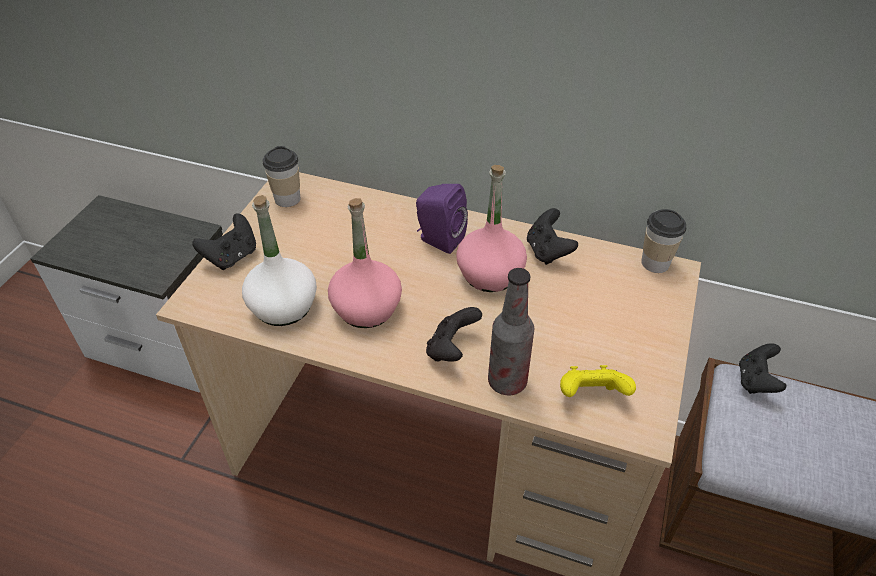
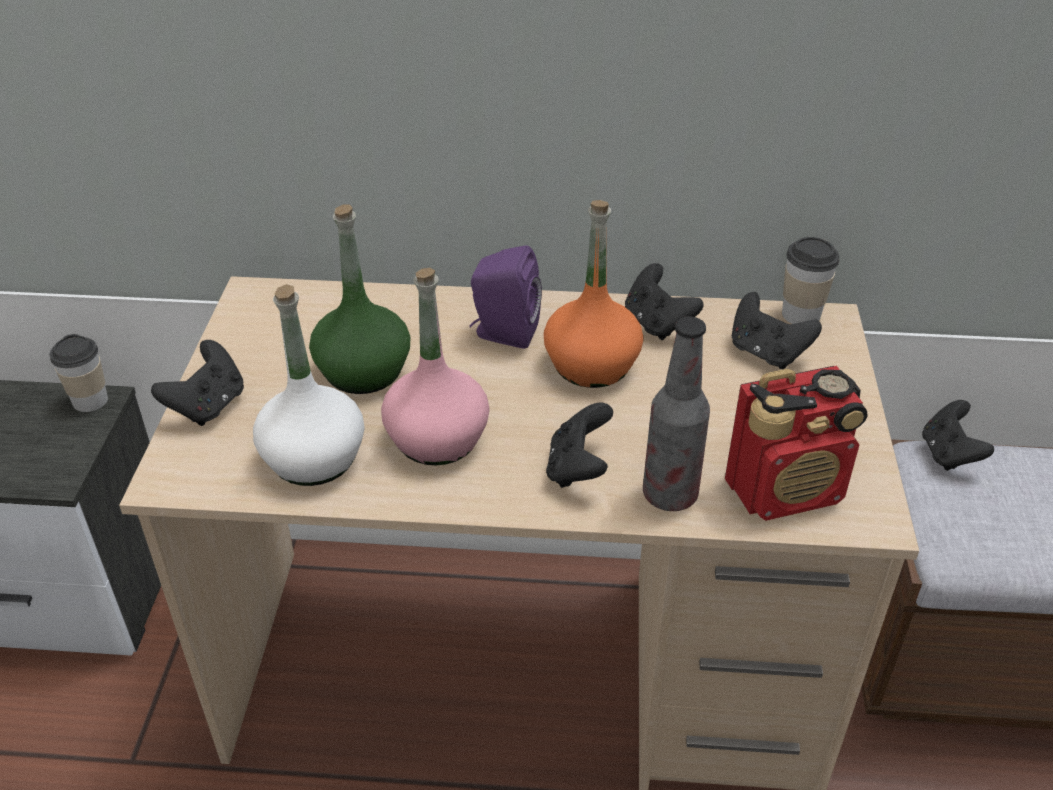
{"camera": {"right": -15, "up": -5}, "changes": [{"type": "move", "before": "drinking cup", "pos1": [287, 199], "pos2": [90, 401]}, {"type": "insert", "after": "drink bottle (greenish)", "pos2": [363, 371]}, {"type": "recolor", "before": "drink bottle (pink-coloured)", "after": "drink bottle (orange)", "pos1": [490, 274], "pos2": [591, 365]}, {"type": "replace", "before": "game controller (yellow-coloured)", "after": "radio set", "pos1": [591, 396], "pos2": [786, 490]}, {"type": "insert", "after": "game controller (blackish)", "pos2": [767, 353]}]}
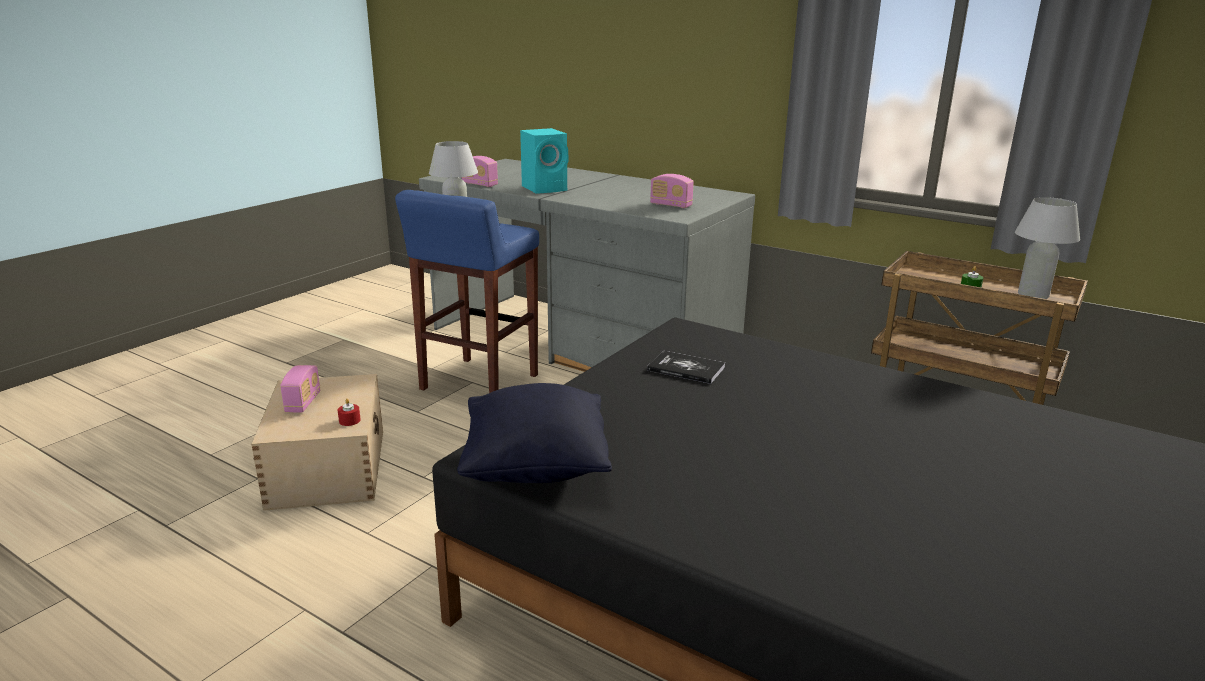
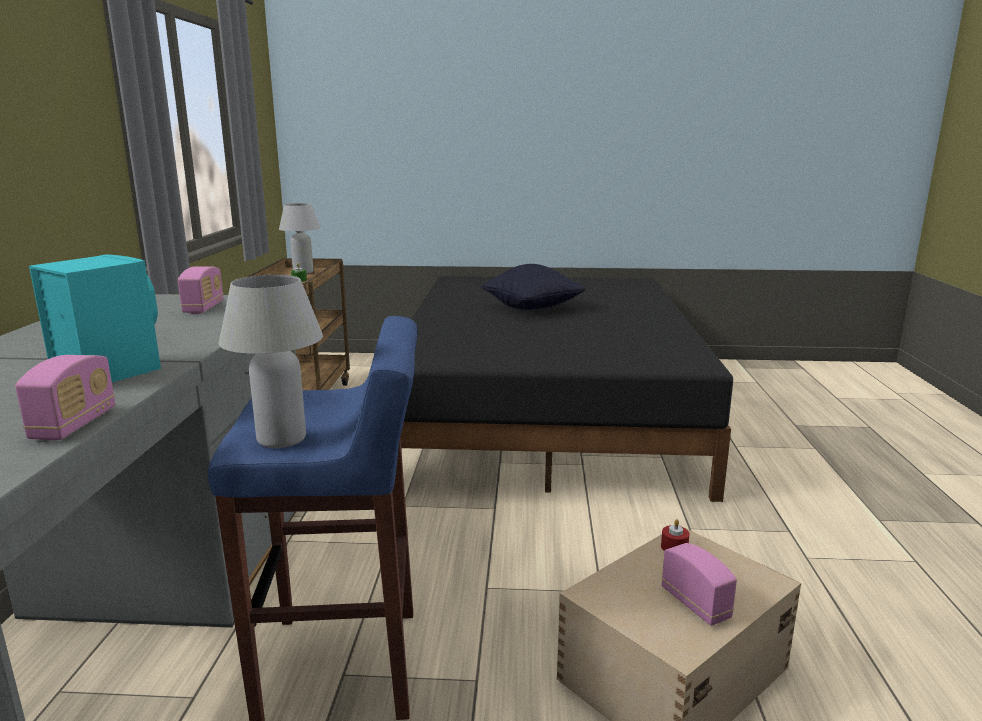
{"camera": {"right": -120, "up": -5}, "changes": [{"type": "move", "before": "throw pillow (blackish)", "pos1": [535, 467], "pos2": [532, 308]}, {"type": "rotate", "before": "radio set", "pos1": [303, 403], "pos2": [695, 603], "turn": 90}, {"type": "delete", "before": "book", "pos1": [686, 369]}]}
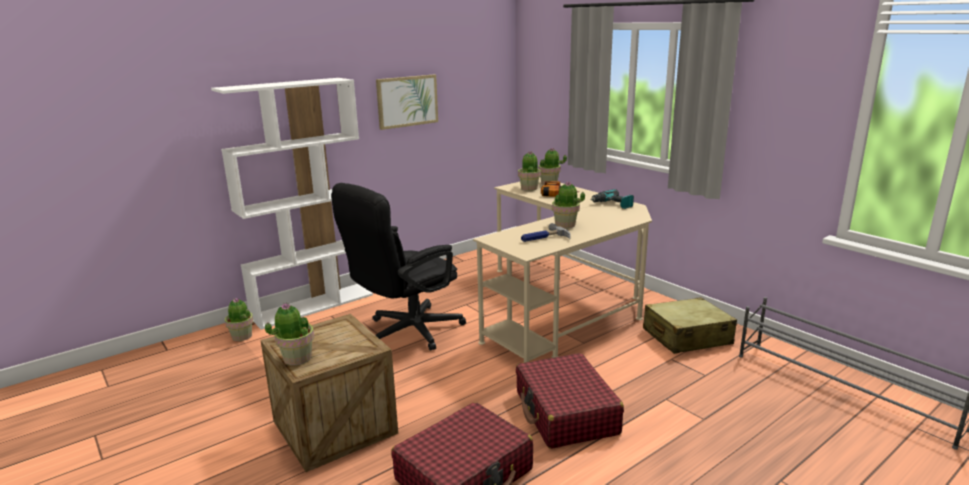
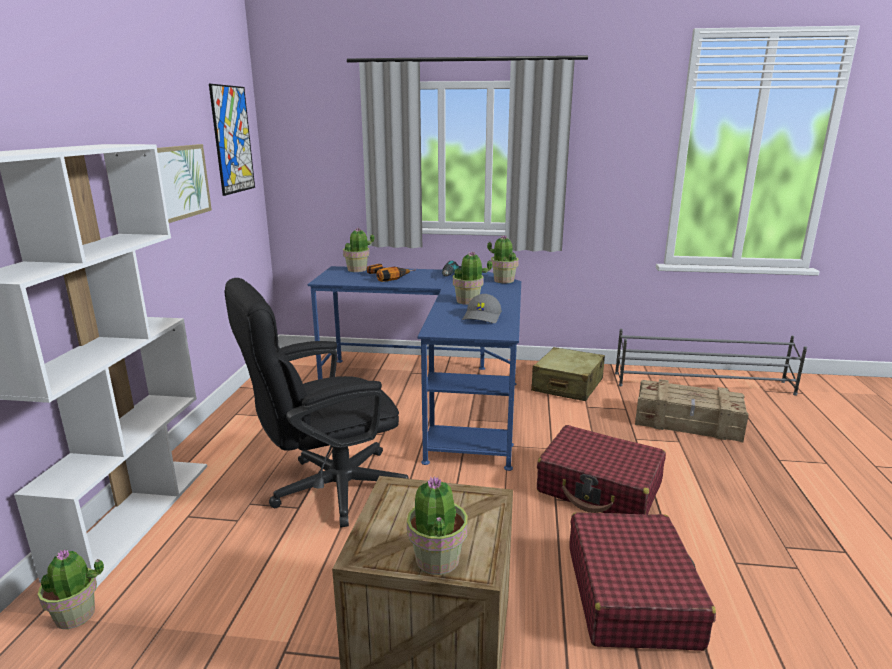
{"camera": {"right": -45, "up": 0}, "changes": [{"type": "insert", "after": "picture", "pos2": [232, 139]}, {"type": "rotate", "before": "desk chair (blackish)", "pos1": [406, 333], "pos2": [327, 490], "turn": 60}, {"type": "recolor", "before": "desk table (beige-coloured)", "after": "desk table (bluish)", "pos1": [562, 305], "pos2": [435, 396]}, {"type": "replace", "before": "hand hammer", "after": "baseball cap (gray)", "pos1": [544, 239], "pos2": [482, 317]}, {"type": "move", "before": "potted plant", "pos1": [529, 188], "pos2": [503, 280]}, {"type": "insert", "after": "crate", "pos2": [688, 423]}]}
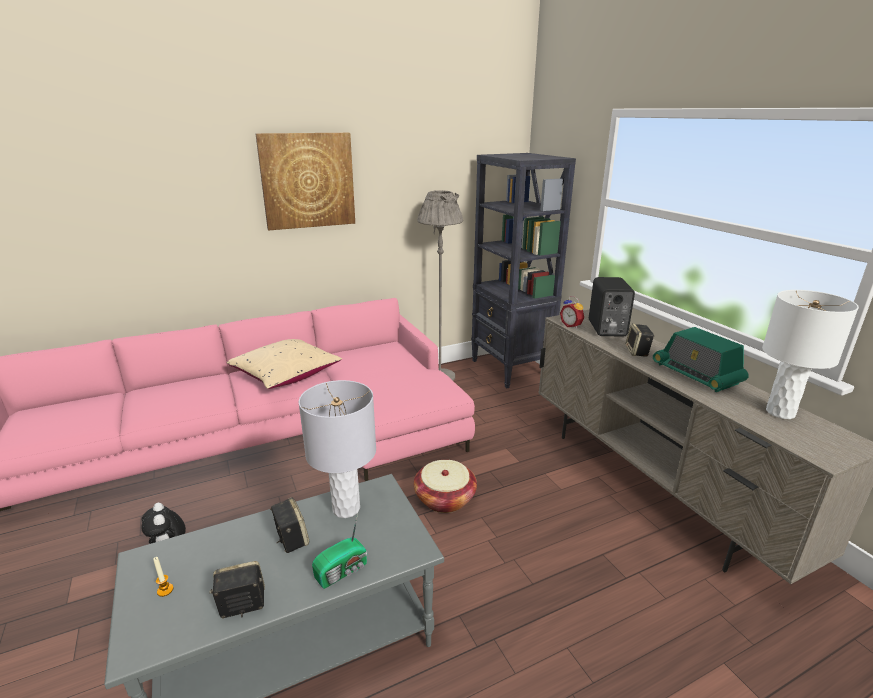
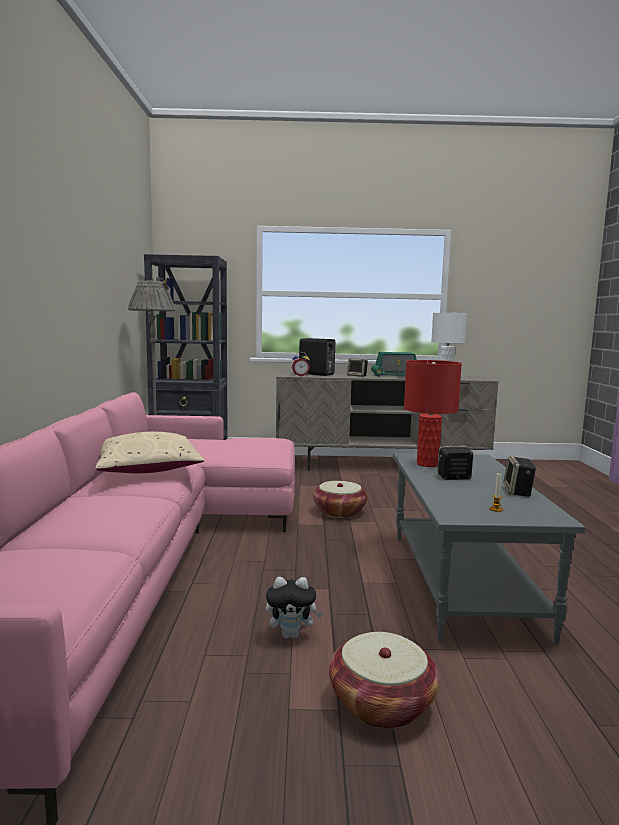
{"camera": {"right": -65, "up": -15}, "changes": [{"type": "insert", "after": "storage basket", "pos2": [382, 703]}, {"type": "recolor", "before": "table lamp (gray)", "after": "table lamp (red-coloured)", "pos1": [346, 509], "pos2": [427, 464]}, {"type": "delete", "before": "picture", "pos1": [308, 181]}, {"type": "delete", "before": "radio set", "pos1": [343, 571]}]}
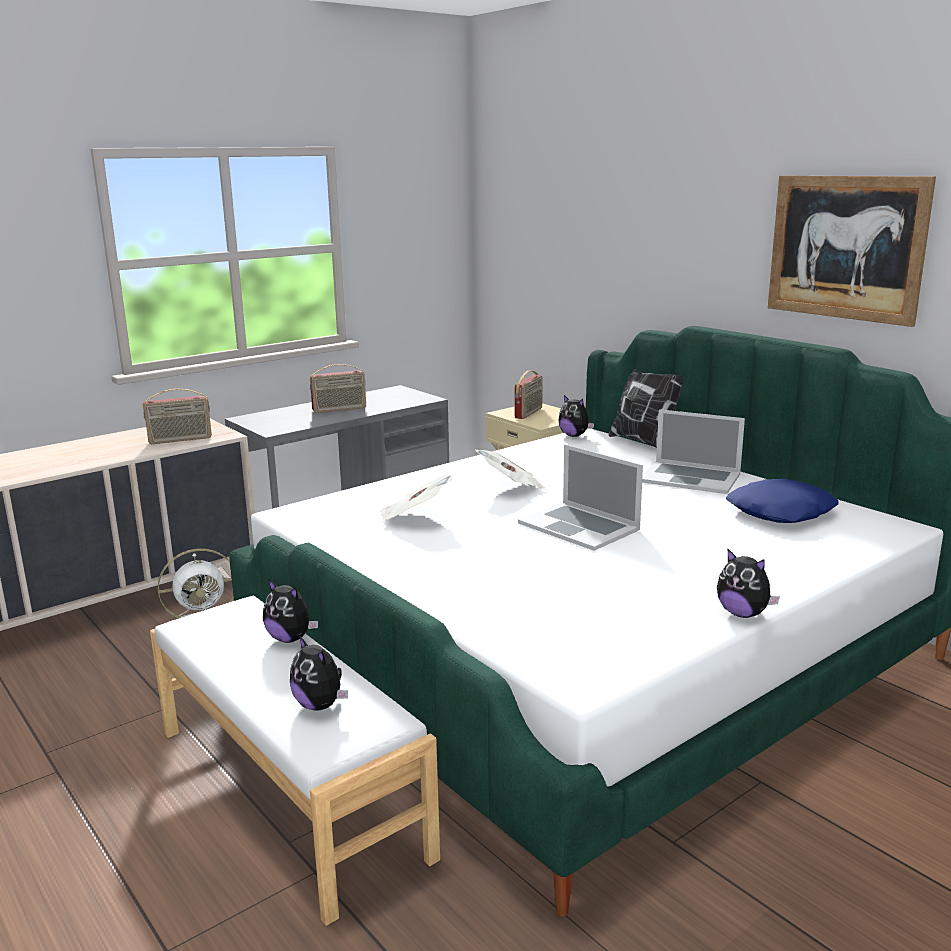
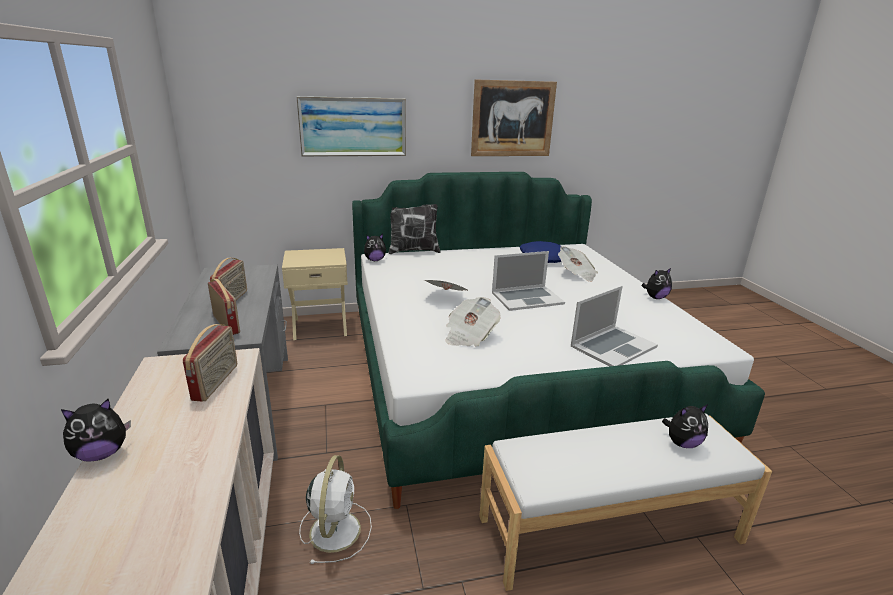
{"camera": {"right": -65, "up": 5}, "changes": [{"type": "move", "before": "plush toy", "pos1": [290, 638], "pos2": [102, 454]}, {"type": "move", "before": "radio set", "pos1": [529, 413], "pos2": [227, 324]}, {"type": "insert", "after": "picture", "pos2": [353, 127]}, {"type": "insert", "after": "daily paper", "pos2": [576, 274]}, {"type": "move", "before": "portable computer", "pos1": [690, 478], "pos2": [613, 346]}]}
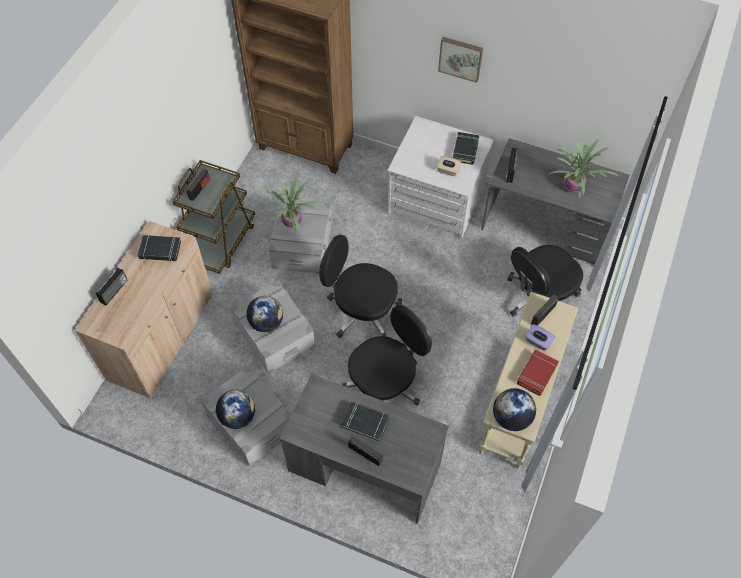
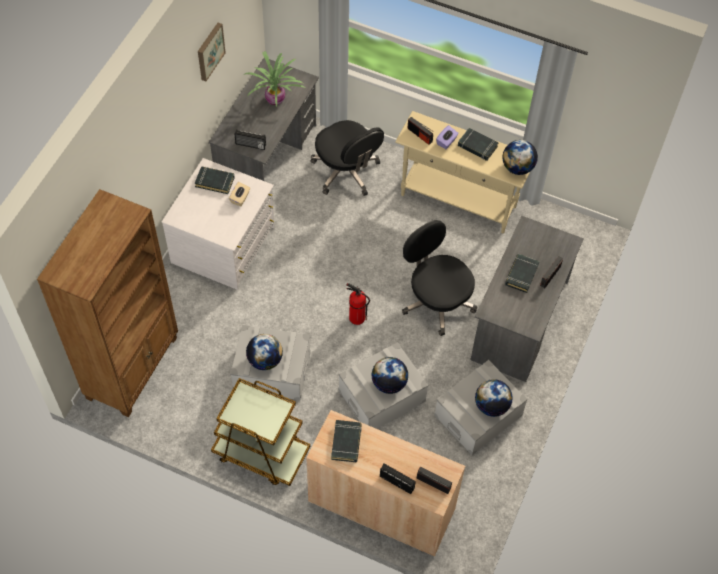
{"camera": {"right": -90, "up": 0}, "changes": [{"type": "move", "before": "picture", "pos1": [461, 58], "pos2": [209, 51]}, {"type": "replace", "before": "potted plant", "after": "desk globe", "pos1": [293, 222], "pos2": [265, 360]}, {"type": "replace", "before": "desk chair (blackish)", "after": "fire extinguisher", "pos1": [361, 311], "pos2": [356, 317]}, {"type": "move", "before": "radio set", "pos1": [199, 189], "pos2": [433, 483]}, {"type": "recolor", "before": "book (red-coloured)", "after": "book (blackish)", "pos1": [536, 374], "pos2": [477, 146]}]}
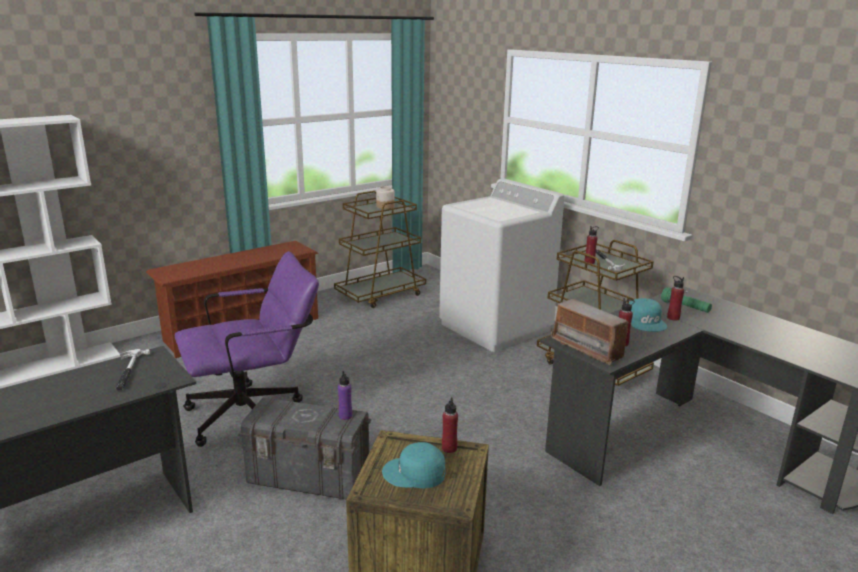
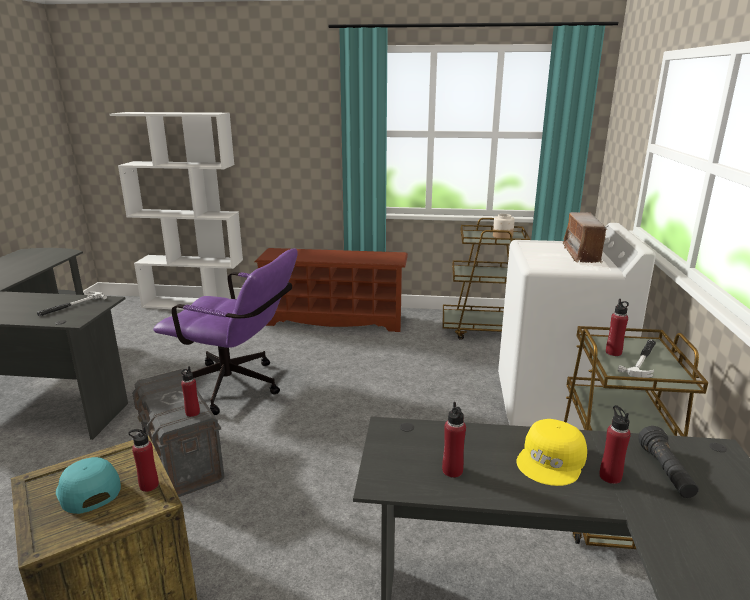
{"camera": {"right": 45, "up": 0}, "changes": [{"type": "recolor", "before": "drink bottle (purplish)", "after": "drink bottle (red-coloured)", "pos1": [345, 416], "pos2": [192, 413]}, {"type": "recolor", "before": "baseball cap (turquoise)", "after": "baseball cap (yellow-coloured)", "pos1": [645, 321], "pos2": [552, 460]}, {"type": "move", "before": "radio set", "pos1": [588, 348], "pos2": [582, 254]}, {"type": "recolor", "before": "flashlight (greenish)", "after": "flashlight (blackish)", "pos1": [685, 308], "pos2": [666, 472]}]}
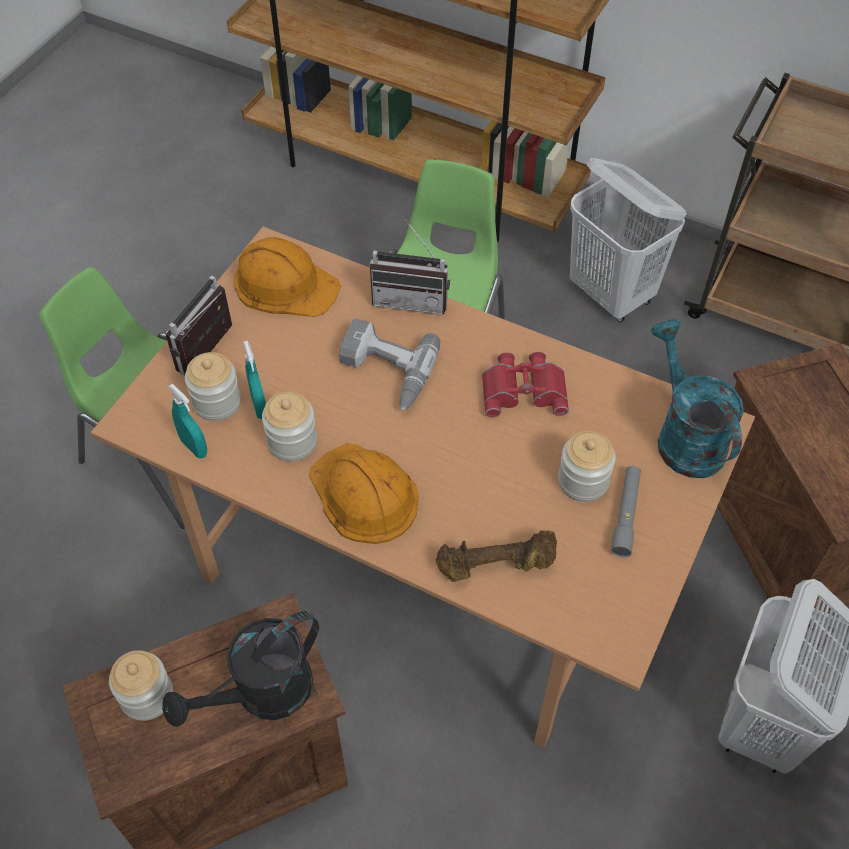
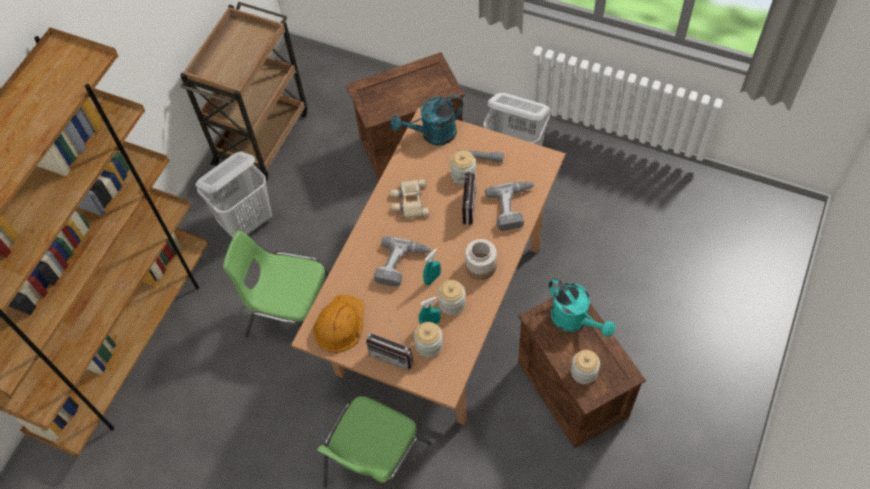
{"camera": {"right": -90, "up": 5}, "changes": [{"type": "recolor", "before": "binoculars (red-coloured)", "after": "binoculars (beige-coloured)", "pos1": [524, 389], "pos2": [409, 201]}, {"type": "move", "before": "spray bottle (turquoise)", "pos1": [194, 447], "pos2": [432, 278]}, {"type": "move", "before": "radio set", "pos1": [412, 298], "pos2": [463, 206]}, {"type": "replace", "before": "hard hat (orange)", "after": "storage jar", "pos1": [363, 494], "pos2": [481, 266]}, {"type": "replace", "before": "free weight (brownish)", "after": "electric drill", "pos1": [496, 566], "pos2": [514, 207]}, {"type": "recolor", "before": "sprinkling can (blackish)", "after": "sprinkling can (turquoise)", "pos1": [262, 694], "pos2": [575, 320]}]}
